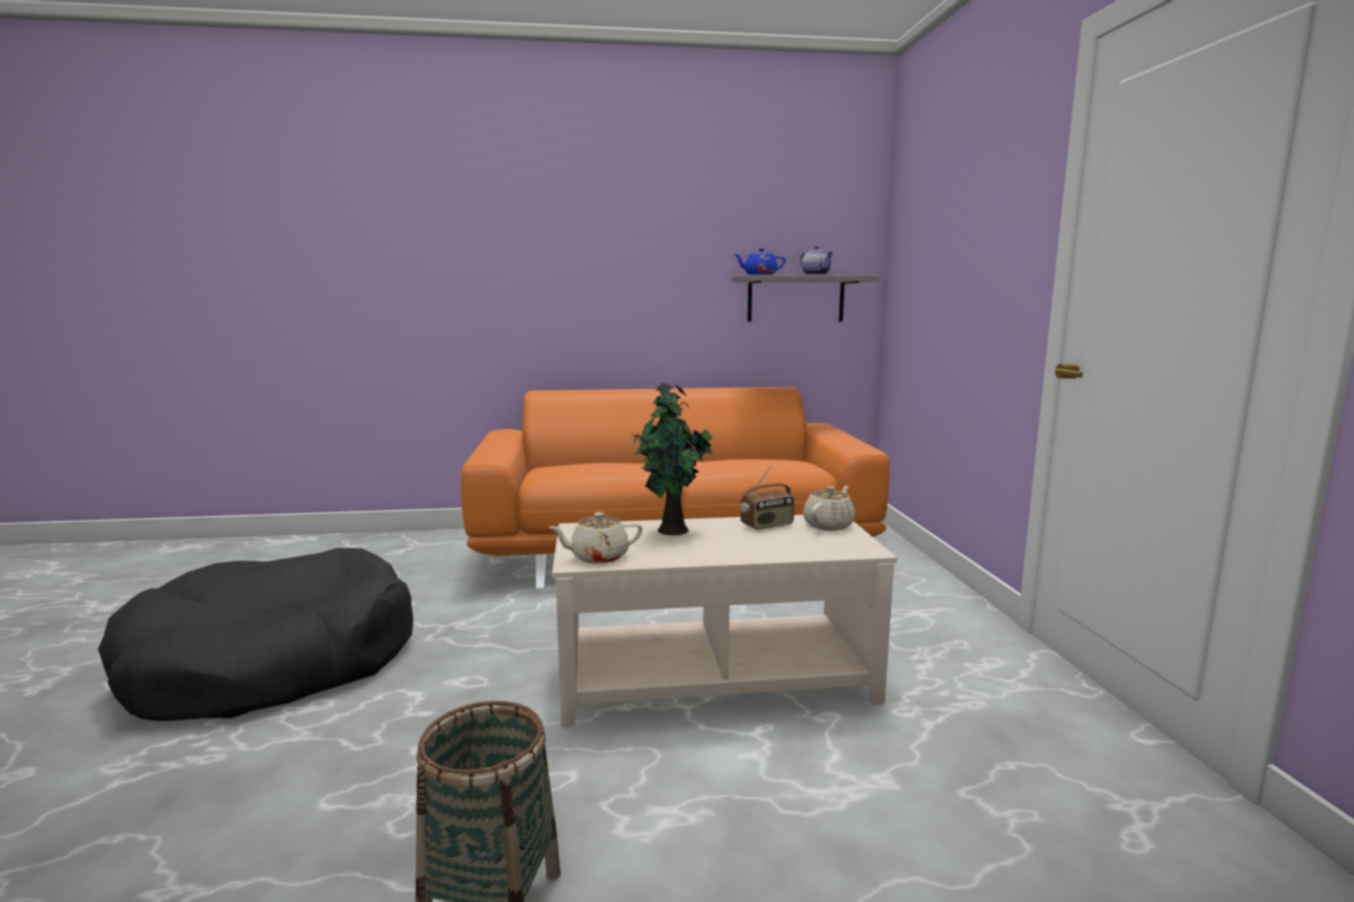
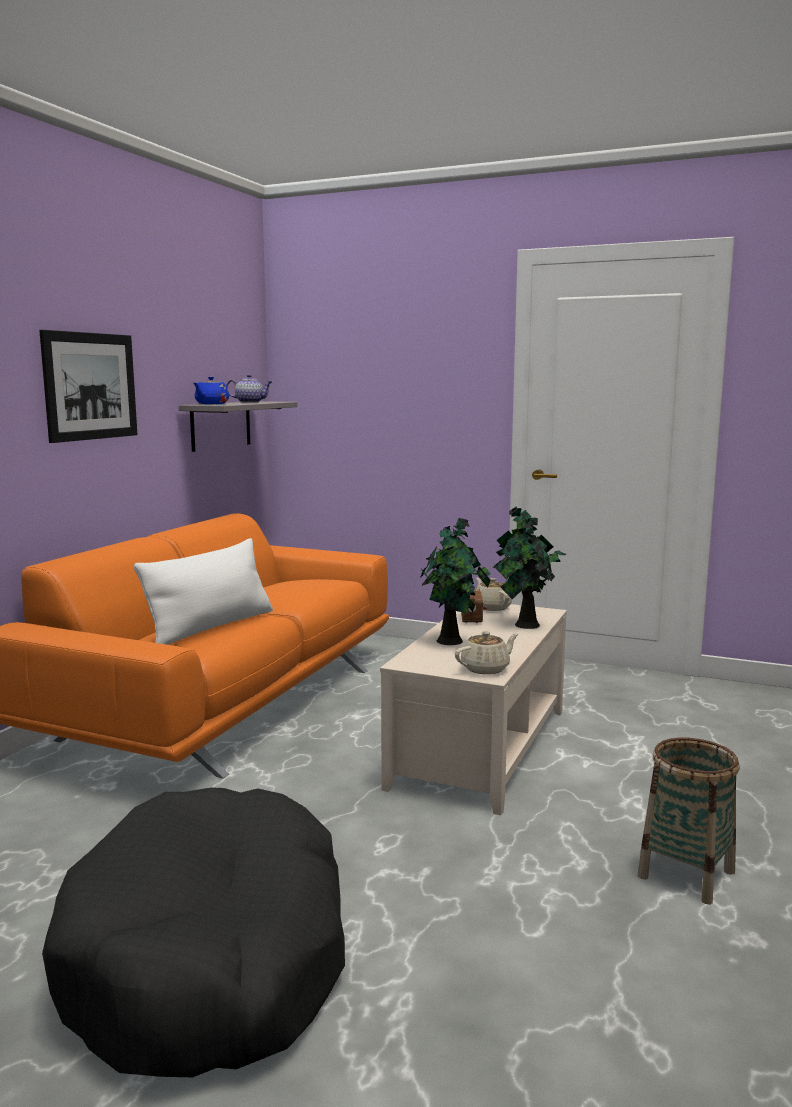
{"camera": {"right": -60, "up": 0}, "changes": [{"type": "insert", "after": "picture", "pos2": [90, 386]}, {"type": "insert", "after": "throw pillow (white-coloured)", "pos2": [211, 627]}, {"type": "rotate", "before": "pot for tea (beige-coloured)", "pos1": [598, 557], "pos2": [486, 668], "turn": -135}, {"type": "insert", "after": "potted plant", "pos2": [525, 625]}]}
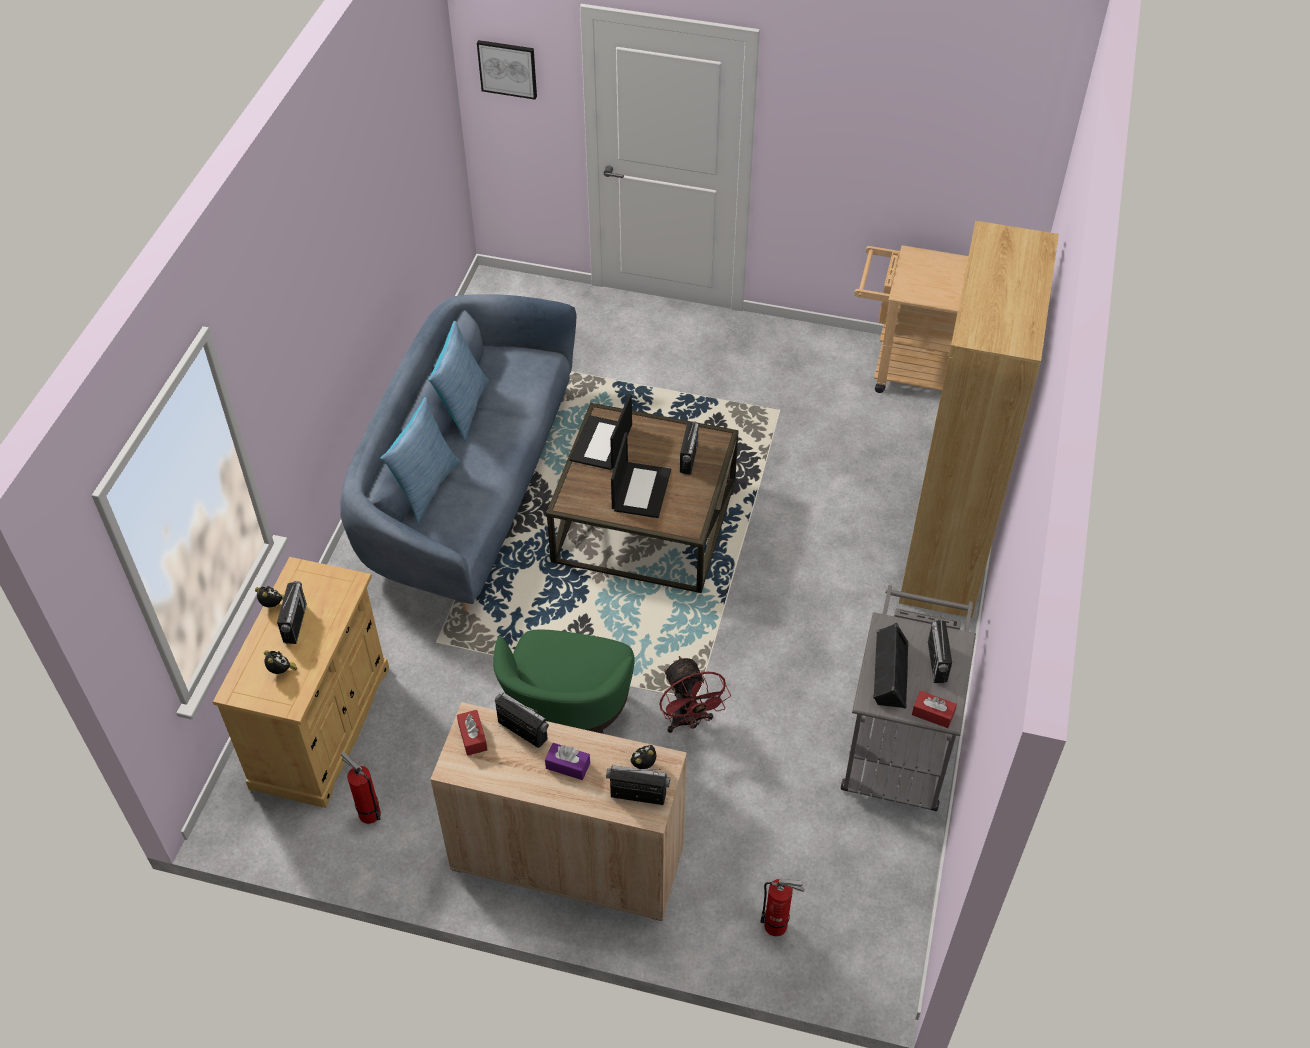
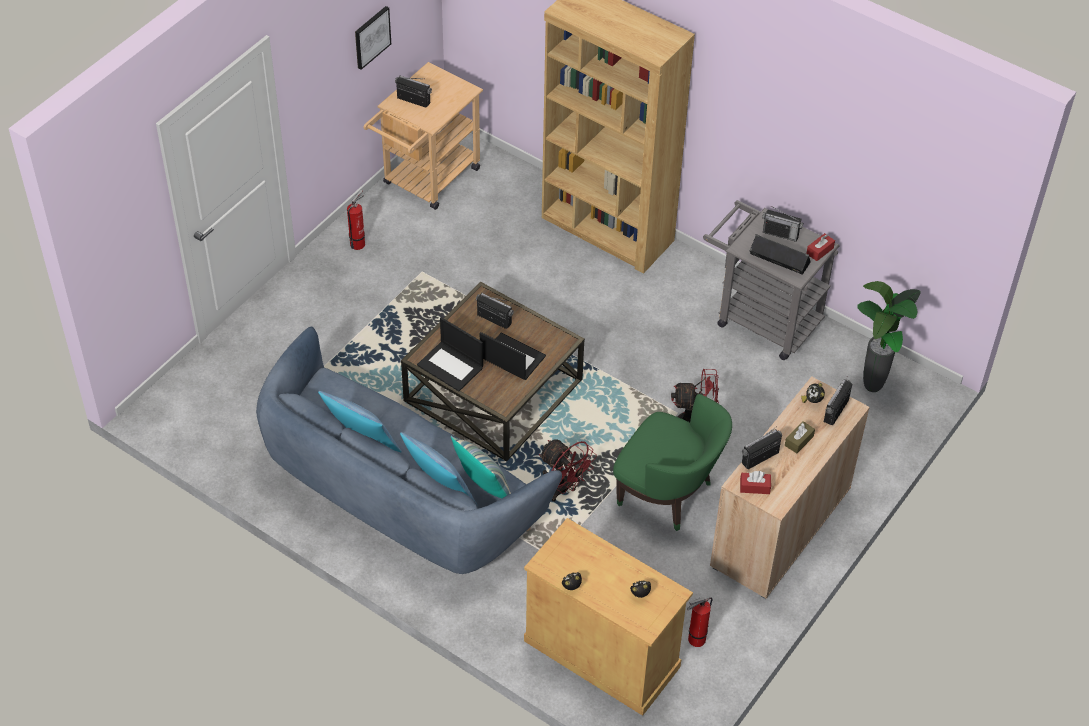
{"camera": {"right": -70, "up": 0}, "changes": [{"type": "move", "before": "fire extinguisher", "pos1": [778, 926], "pos2": [359, 243]}, {"type": "move", "before": "picture", "pos1": [508, 68], "pos2": [371, 37]}, {"type": "move", "before": "radio set", "pos1": [295, 623], "pos2": [413, 100]}, {"type": "insert", "after": "throw pillow", "pos2": [484, 487]}, {"type": "insert", "after": "electric fan (red-coloured)", "pos2": [563, 489]}, {"type": "recolor", "before": "box of tissues (purplish)", "after": "box of tissues (brownish)", "pos1": [568, 765], "pos2": [799, 441]}, {"type": "insert", "after": "potted plant", "pos2": [872, 389]}]}
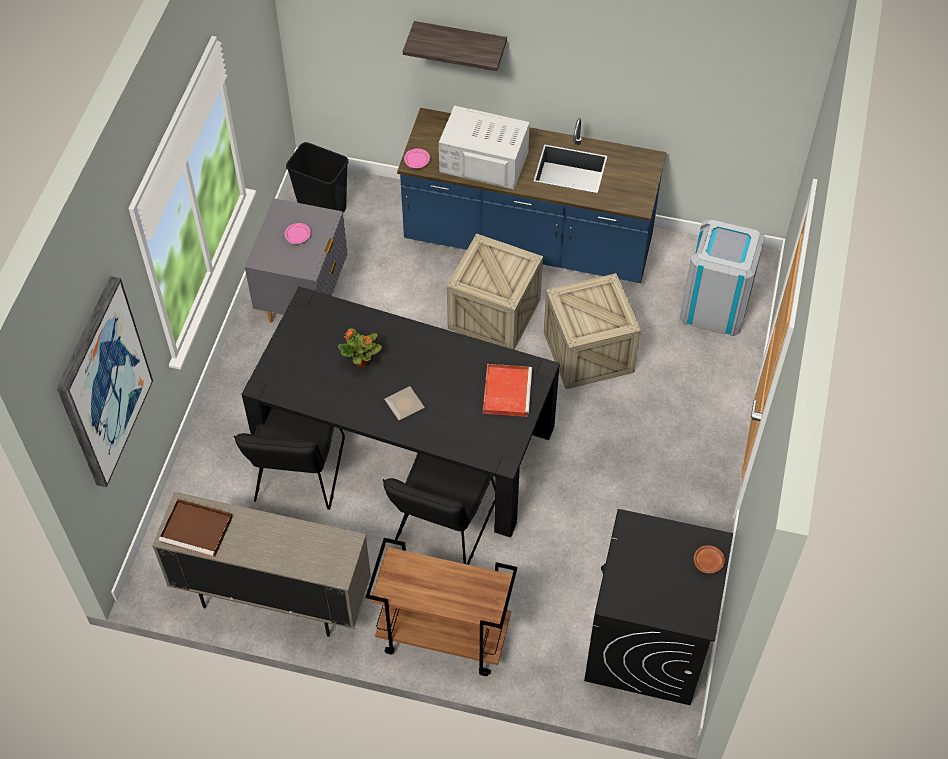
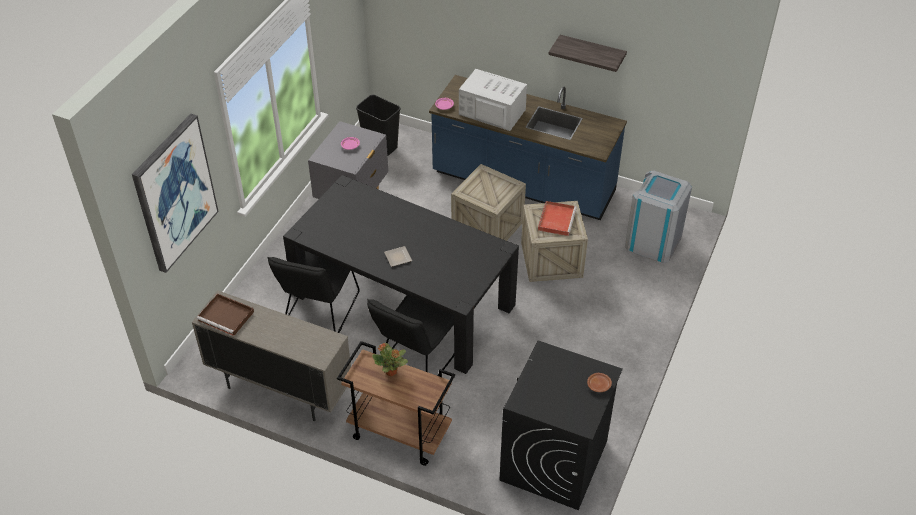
{"camera": {"right": 10, "up": -10}, "changes": [{"type": "move", "before": "potted plant", "pos1": [362, 361], "pos2": [391, 372]}, {"type": "move", "before": "carrying tray (red-coloured)", "pos1": [506, 390], "pos2": [556, 219]}, {"type": "move", "before": "shelf", "pos1": [460, 42], "pos2": [591, 53]}]}
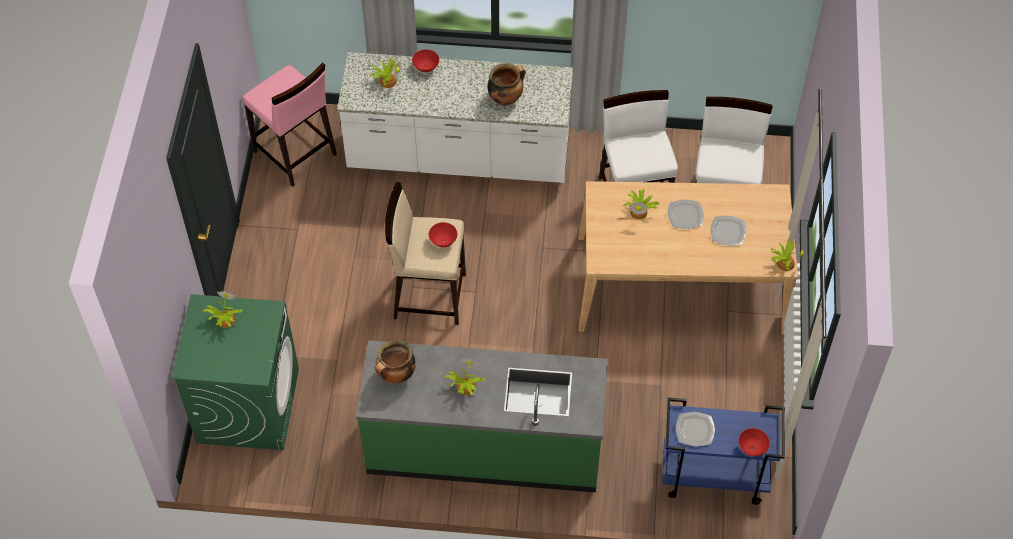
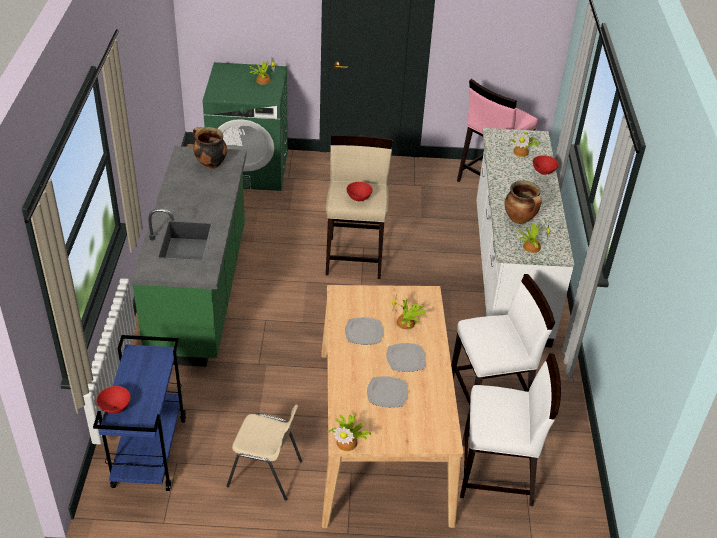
{"camera": {"right": 85, "up": -15}, "changes": [{"type": "insert", "after": "chair (beige-coloured)", "pos2": [266, 473]}, {"type": "move", "before": "plate", "pos1": [694, 429], "pos2": [364, 332]}, {"type": "move", "before": "potted plant", "pos1": [464, 387], "pos2": [530, 246]}]}
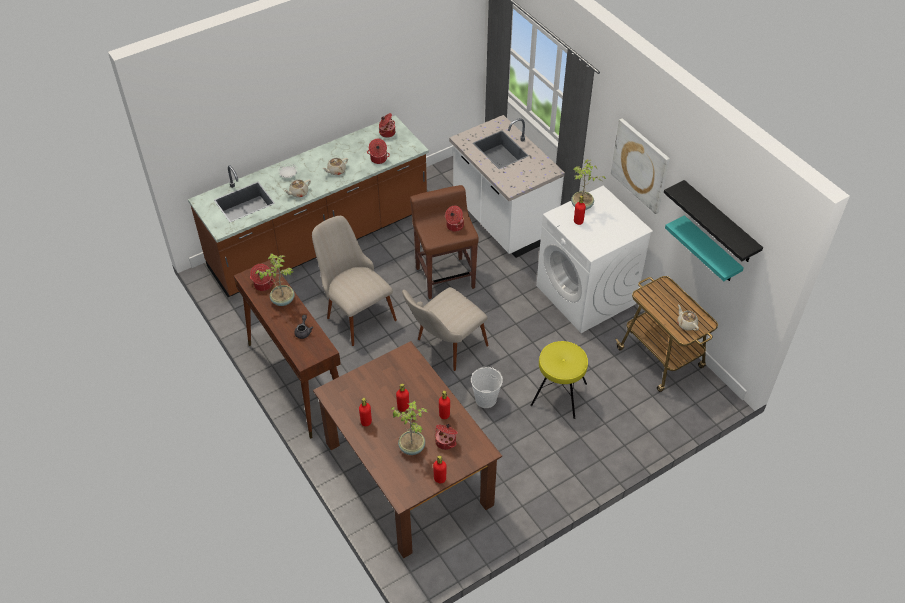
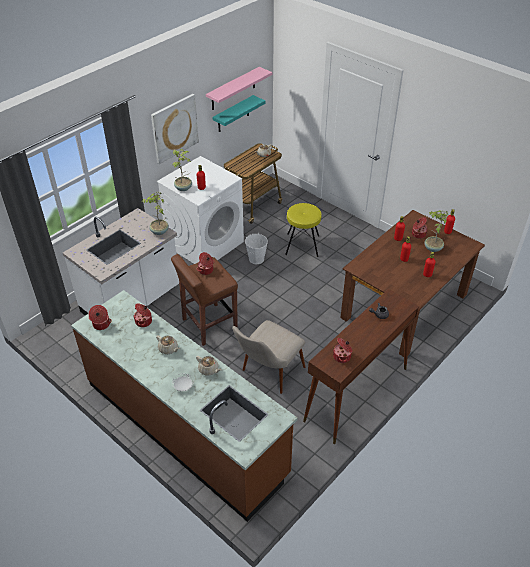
{"camera": {"right": -105, "up": -5}, "changes": [{"type": "move", "before": "potted plant", "pos1": [282, 300], "pos2": [159, 232]}, {"type": "recolor", "before": "shelf (blackish)", "after": "shelf (pink-coloured)", "pos1": [719, 223], "pos2": [233, 89]}, {"type": "move", "before": "bucket (white-coloured)", "pos1": [485, 399], "pos2": [256, 259]}, {"type": "delete", "before": "chair (beige-coloured)", "pos1": [444, 348]}]}
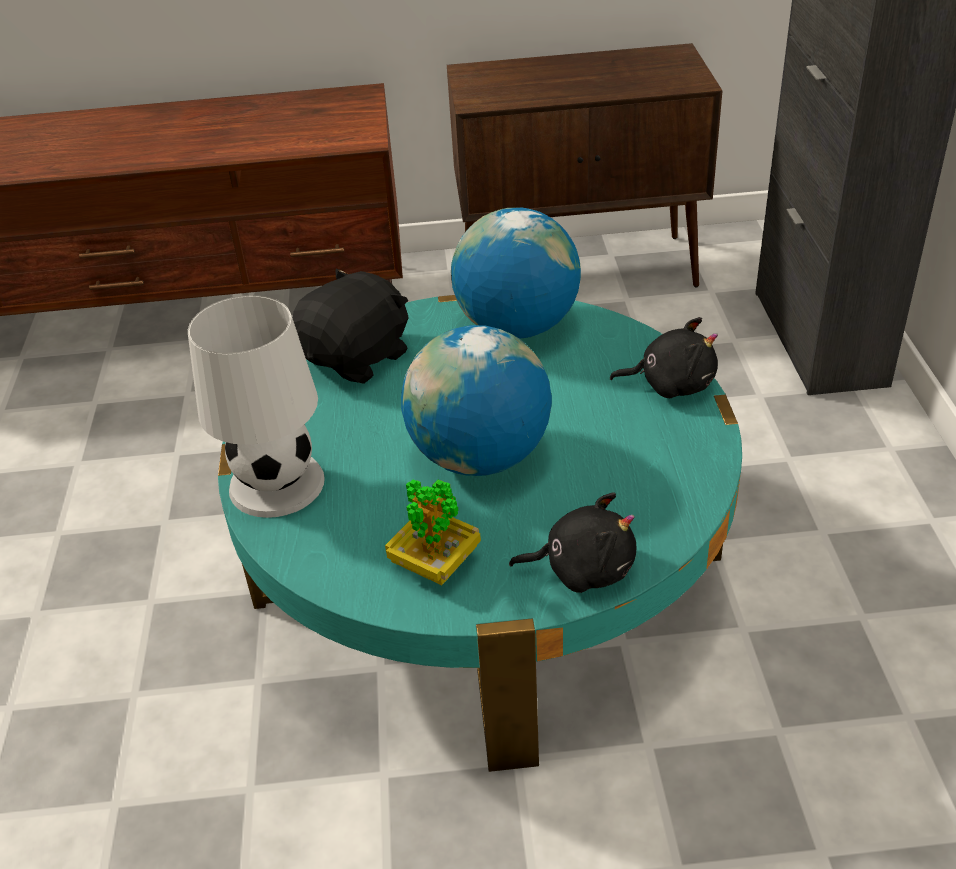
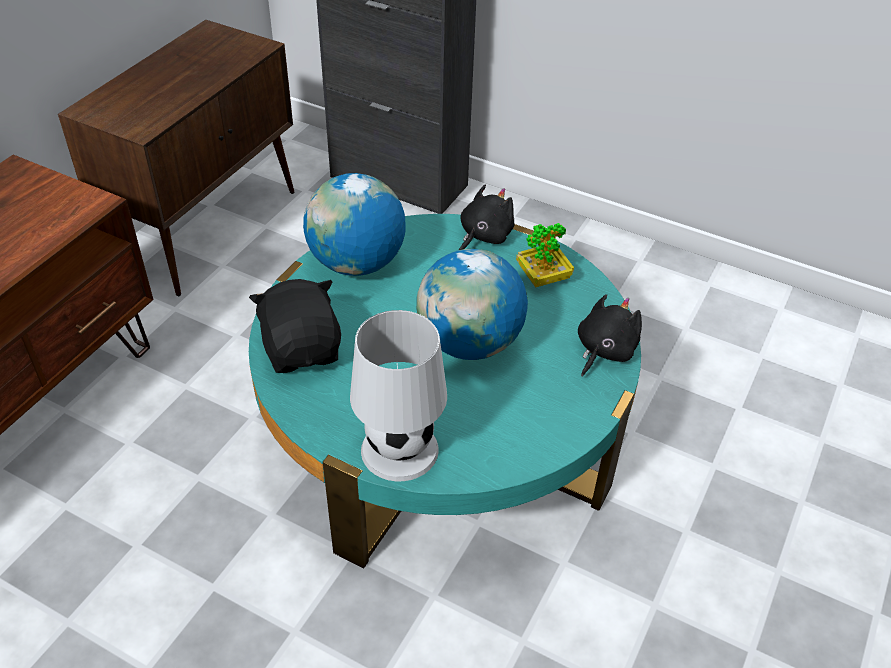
{"camera": {"right": -60, "up": 5}, "changes": [{"type": "move", "before": "potted plant", "pos1": [435, 564], "pos2": [543, 278]}]}
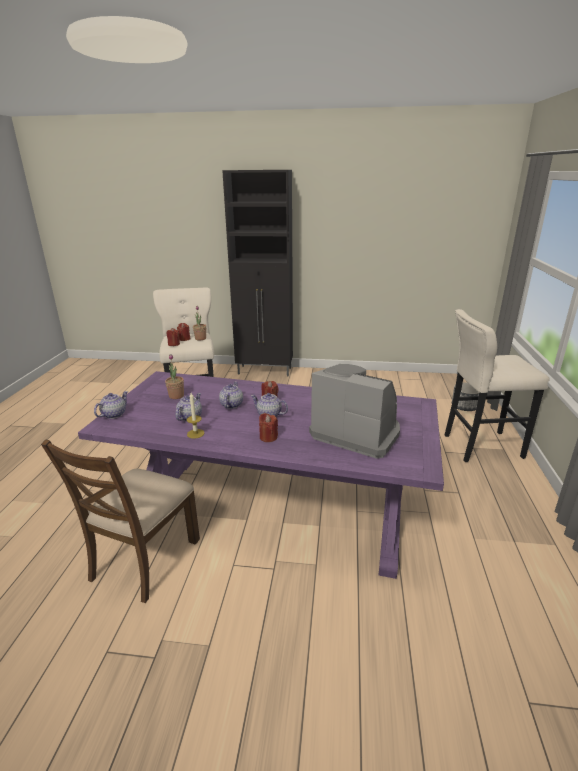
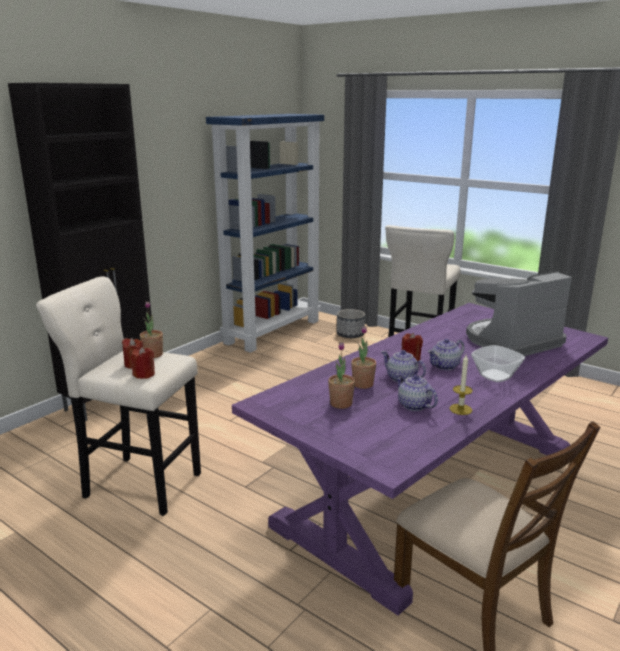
{"camera": {"right": -60, "up": -5}, "changes": [{"type": "insert", "after": "bookcase (bluish)", "pos2": [273, 331]}, {"type": "insert", "after": "potted plant", "pos2": [363, 384]}, {"type": "replace", "before": "wax light (red-coloured)", "after": "deep dish", "pos1": [268, 437], "pos2": [495, 376]}, {"type": "delete", "before": "pot for tea", "pos1": [114, 414]}]}
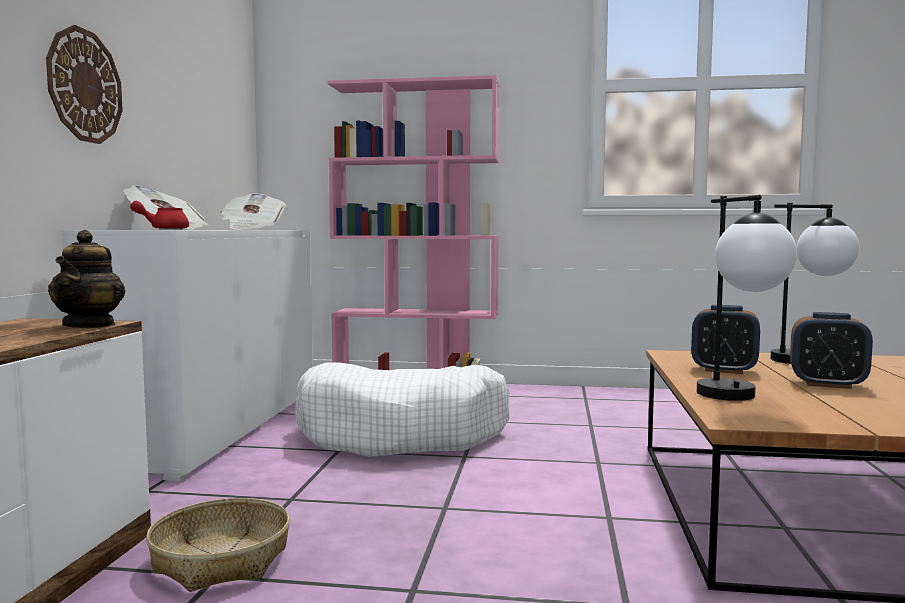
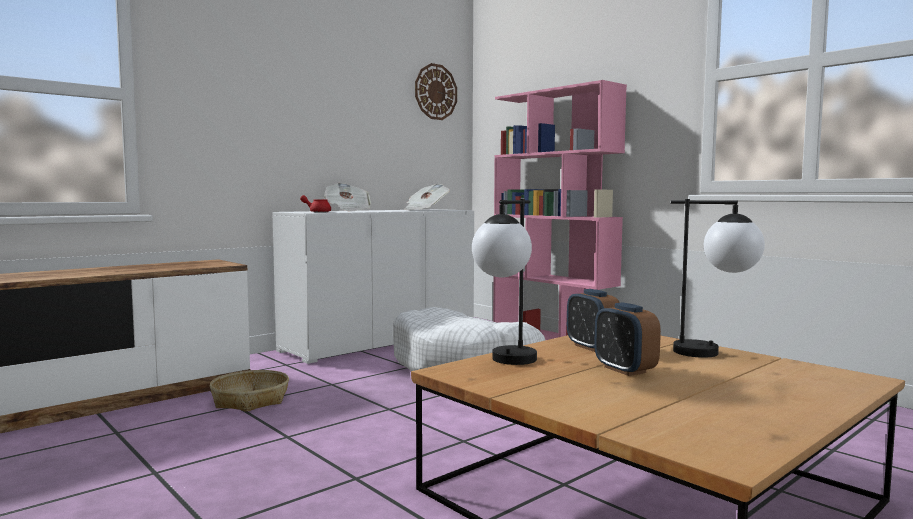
{"camera": {"right": 40, "up": 0}, "changes": [{"type": "move", "before": "hanging clock", "pos1": [84, 86], "pos2": [435, 92]}, {"type": "delete", "before": "pot for tea", "pos1": [90, 325]}]}
